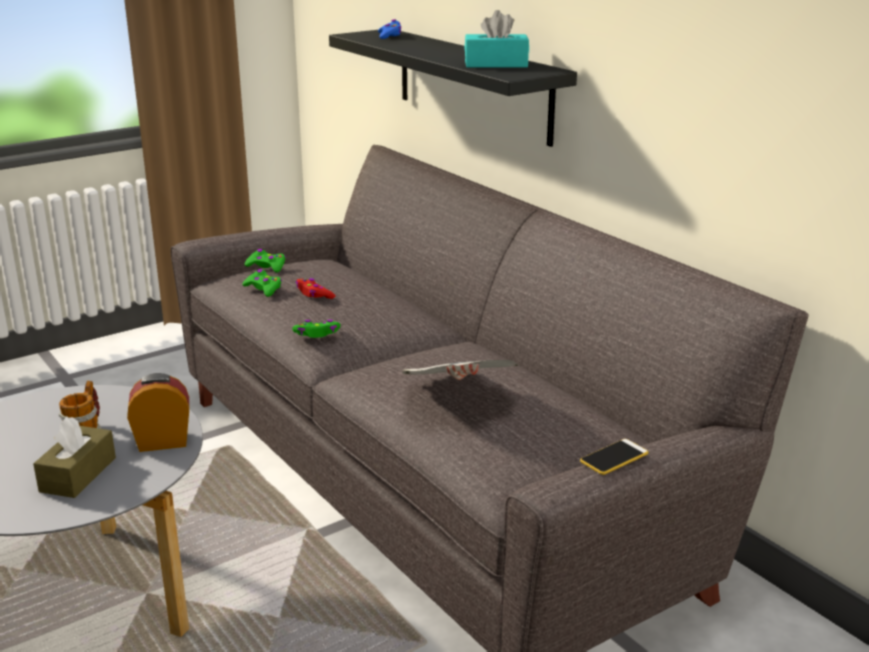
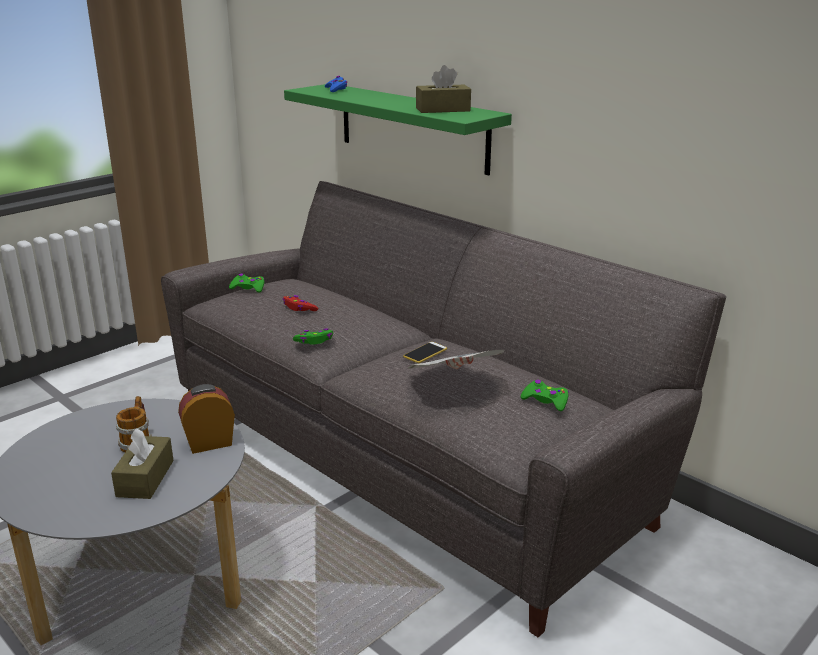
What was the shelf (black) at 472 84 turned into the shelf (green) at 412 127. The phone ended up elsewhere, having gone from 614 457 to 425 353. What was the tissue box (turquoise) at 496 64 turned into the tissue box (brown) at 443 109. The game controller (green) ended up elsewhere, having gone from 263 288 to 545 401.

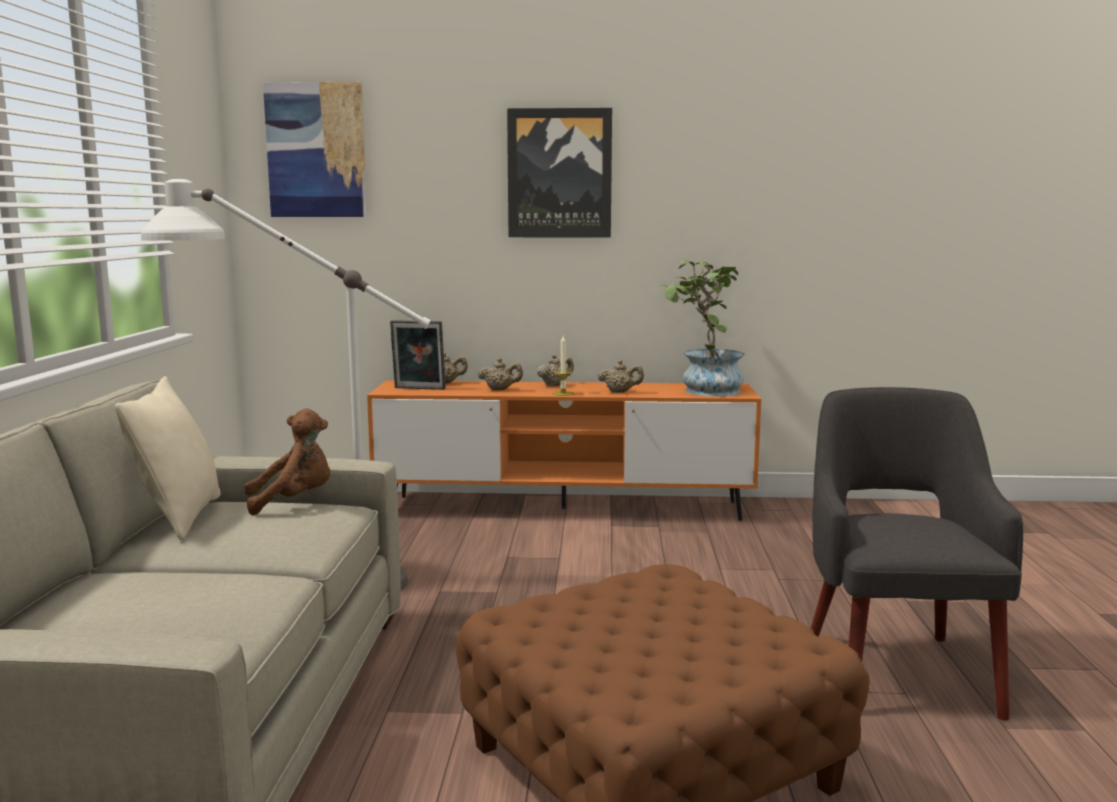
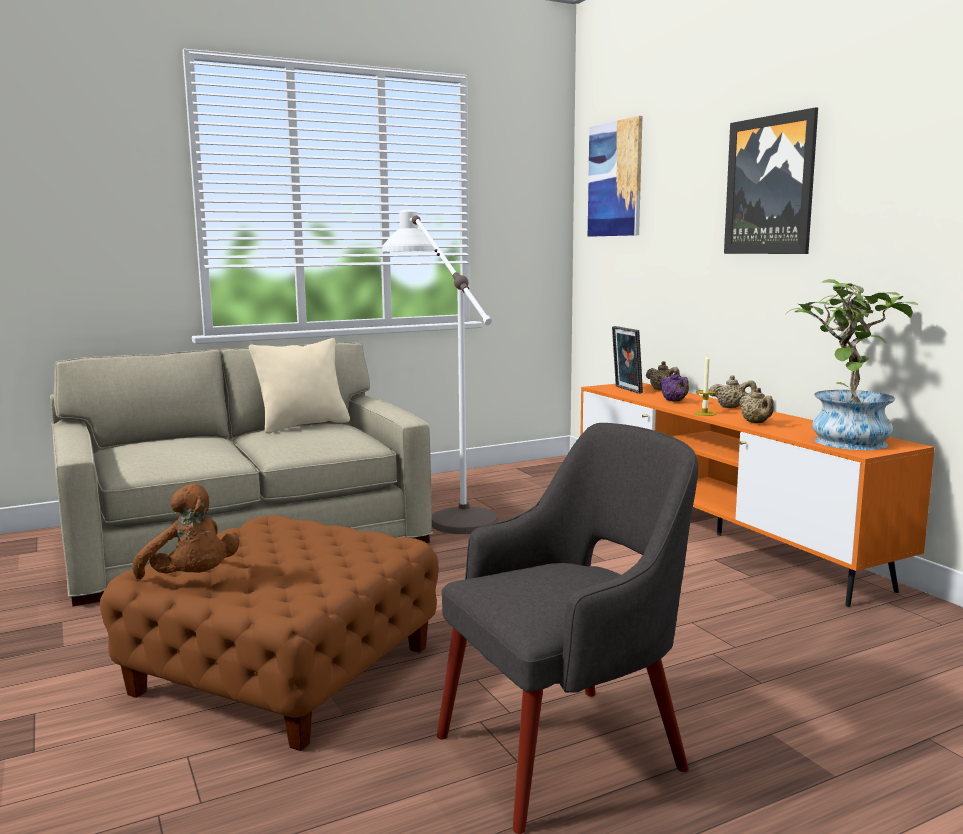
The plush toy (brown) ended up elsewhere, having gone from 294 501 to 192 579. What was the teapot (beige) at 500 390 turned into the teapot (purple) at 674 401.

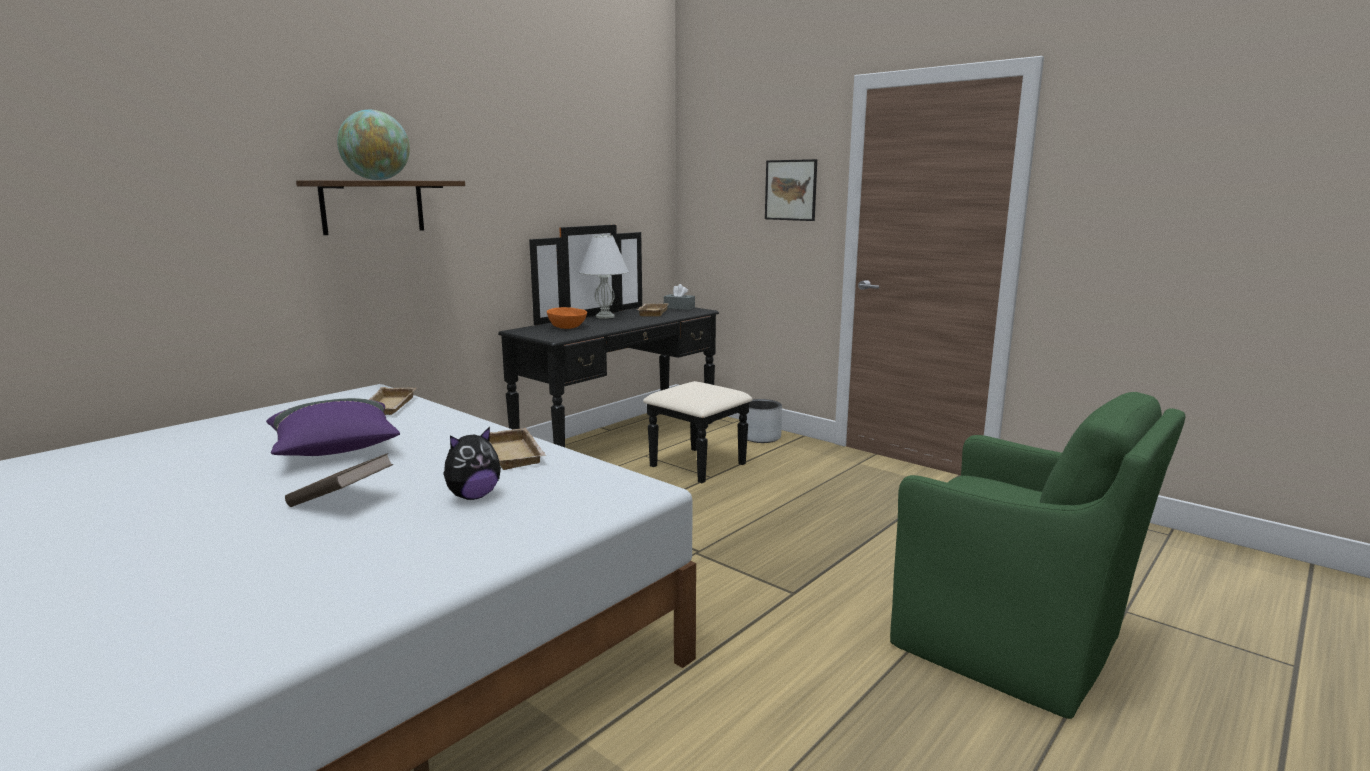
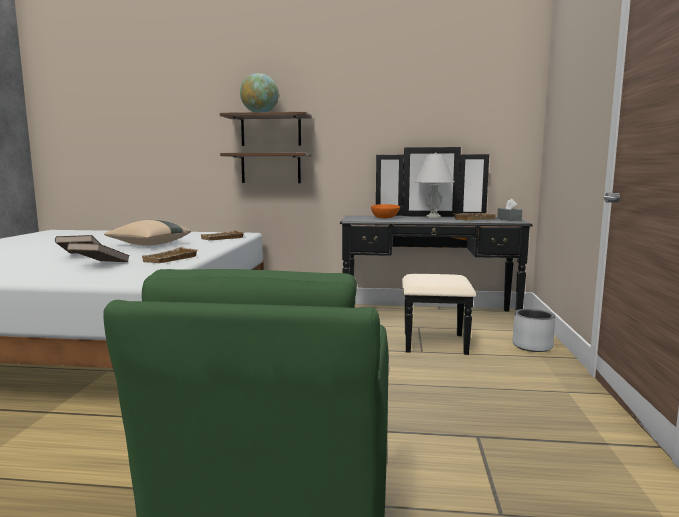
Where the plush toy stood at 473 496, the book (brown) came to stand at 100 265. What was the pillow (purple) at 335 449 turned into the pillow (beige) at 149 245. The second view gained the shelf at 271 168. The second view lost the picture at 790 190.

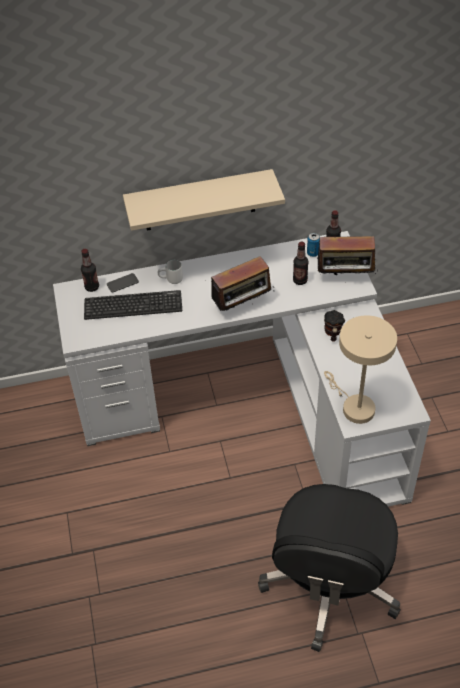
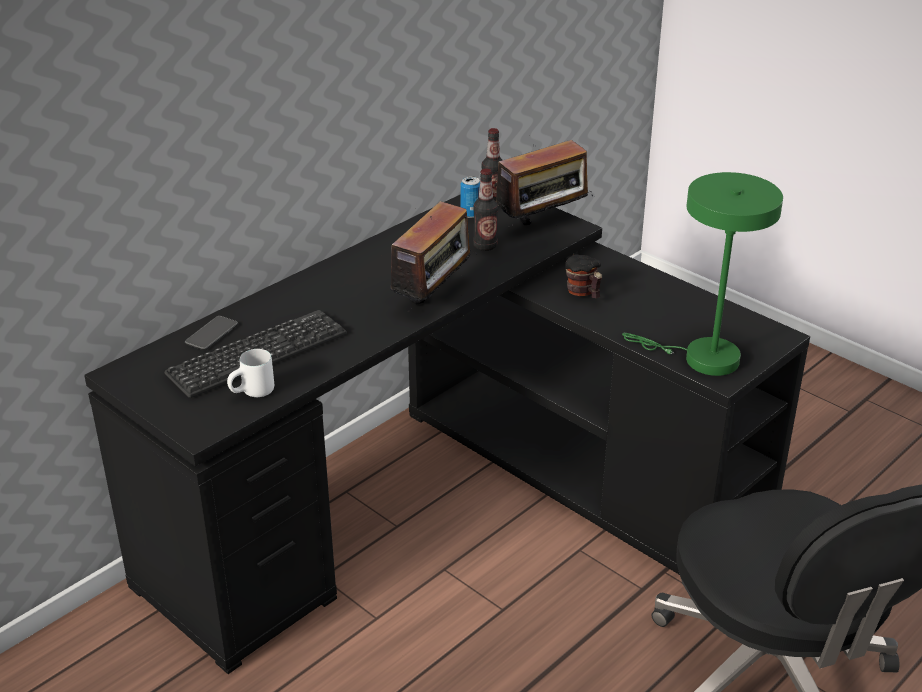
What was the desk (white) at 257 403 turned into the desk (black) at 456 499. The mug (white) ended up elsewhere, having gone from 171 280 to 253 394. What was the table lamp (beige) at 354 406 turned into the table lamp (green) at 702 358. The second view lost the bottle at 92 287. The second view lost the shelf (beige) at 199 201.

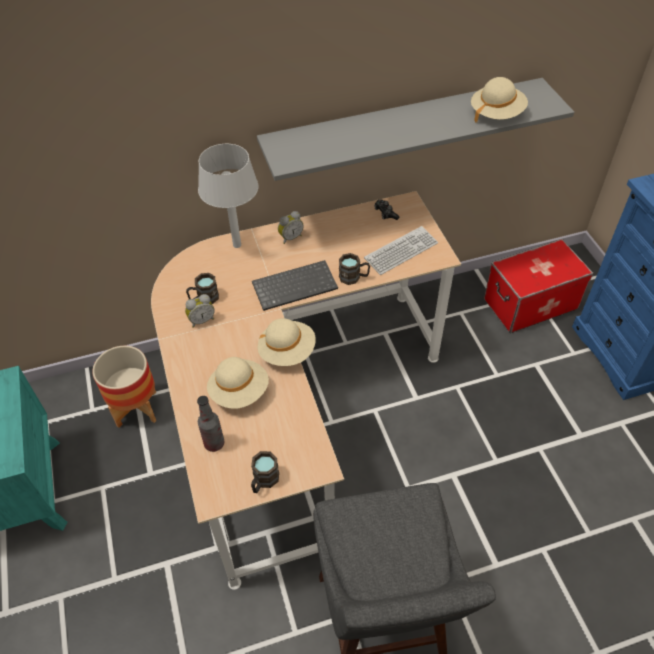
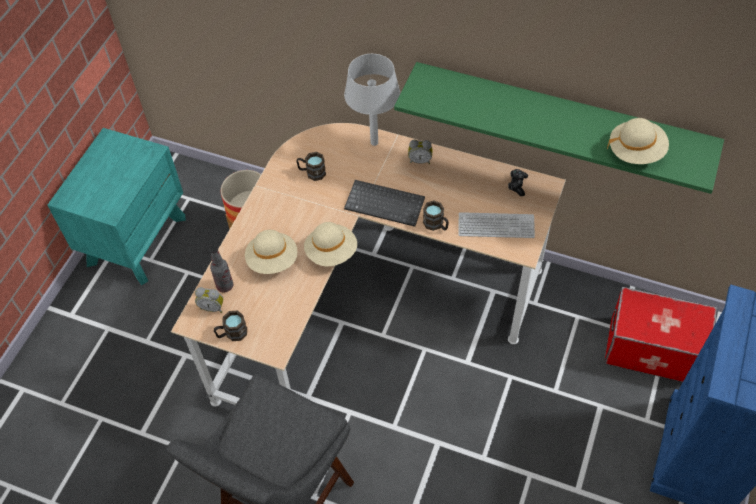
The alarm clock ended up elsewhere, having gone from 201 320 to 212 307. What was the shelf (grey) at 403 127 turned into the shelf (green) at 560 117.

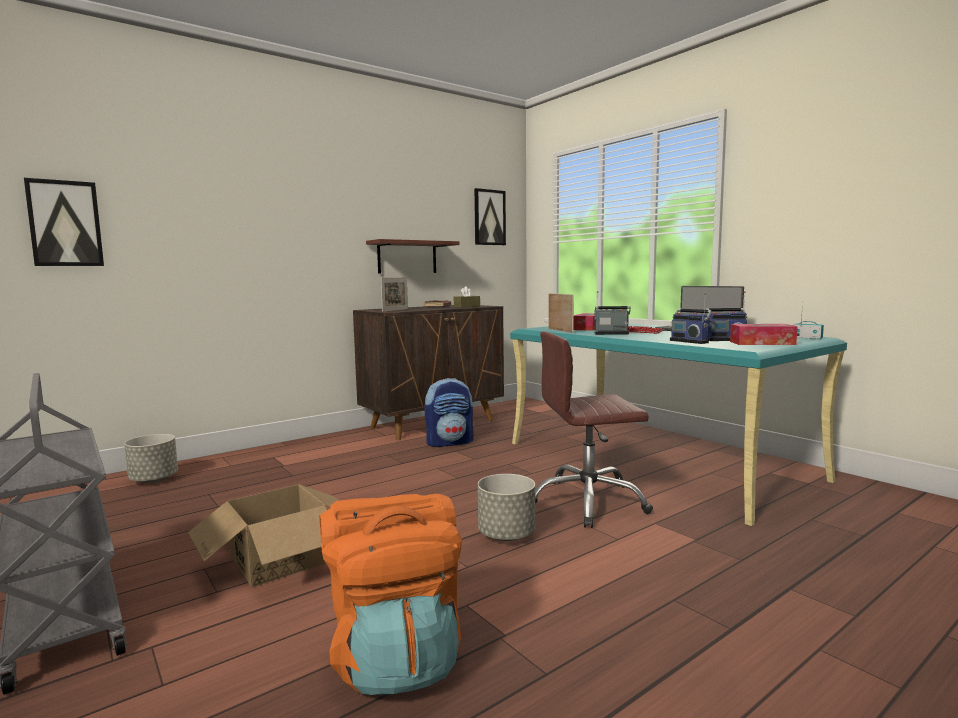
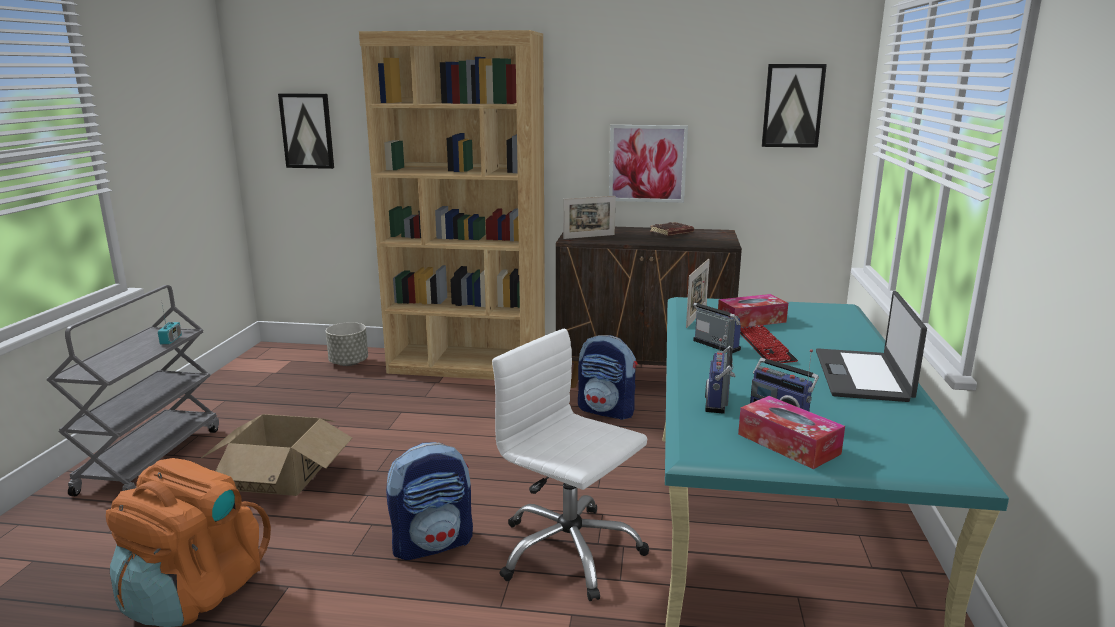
The radio ended up elsewhere, having gone from 807 338 to 171 340. The second view gained the bookcase (brown) at 468 366. Where the planter (grey) stood at 506 535, the backpack came to stand at 433 543. What was the office chair (brown) at 588 502 turned into the office chair (white) at 568 551. Where the shelf hung at 407 257, the picture came to hang at 647 163. The second view lost the tissue box (brown) at 467 306.

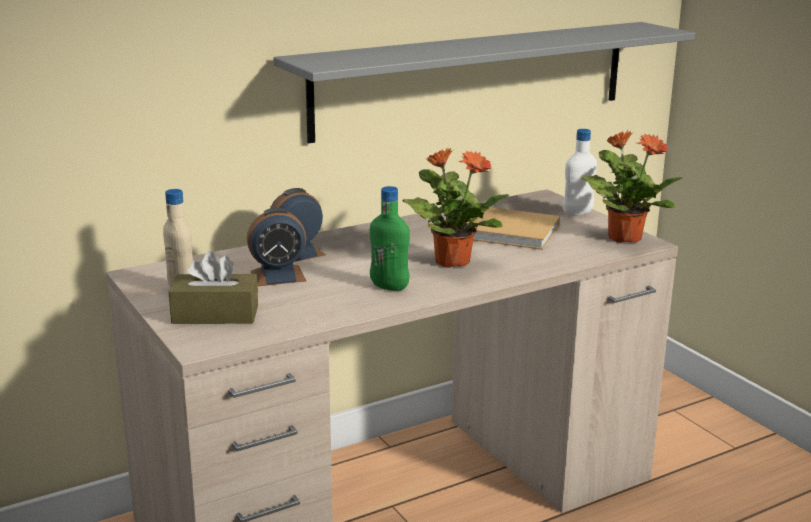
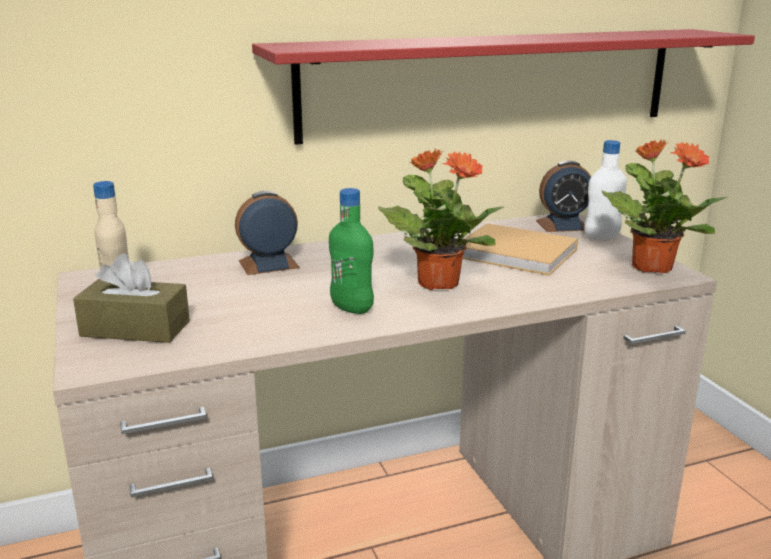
What was the shelf (grey) at 474 78 turned into the shelf (red) at 492 83. The alarm clock ended up elsewhere, having gone from 278 276 to 563 225.

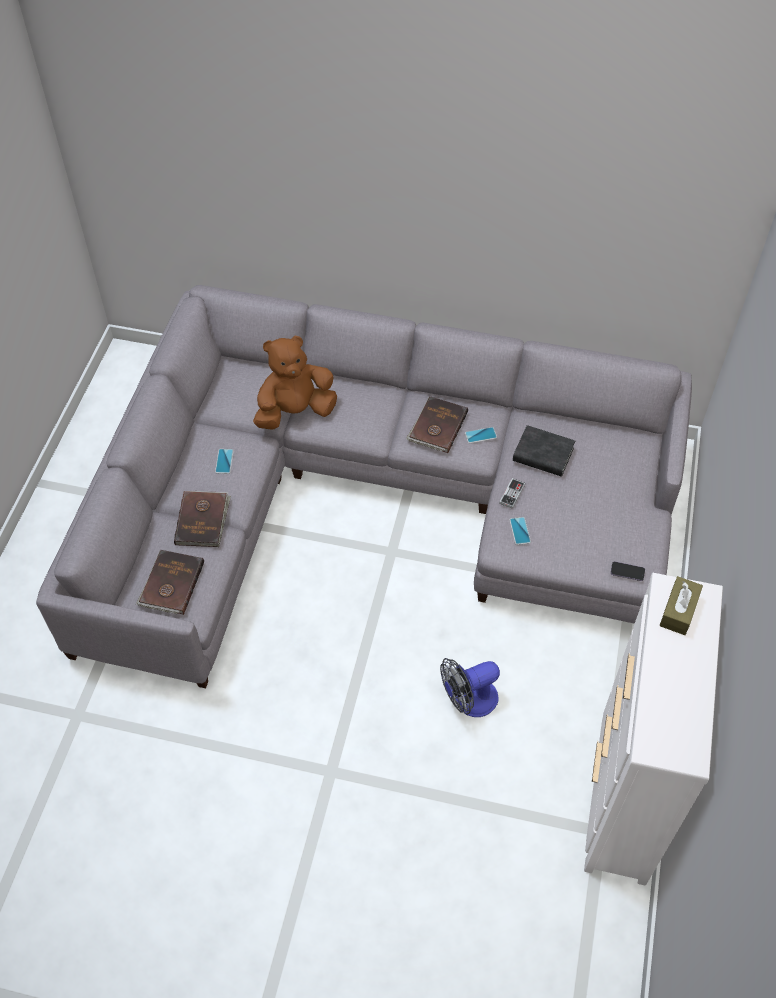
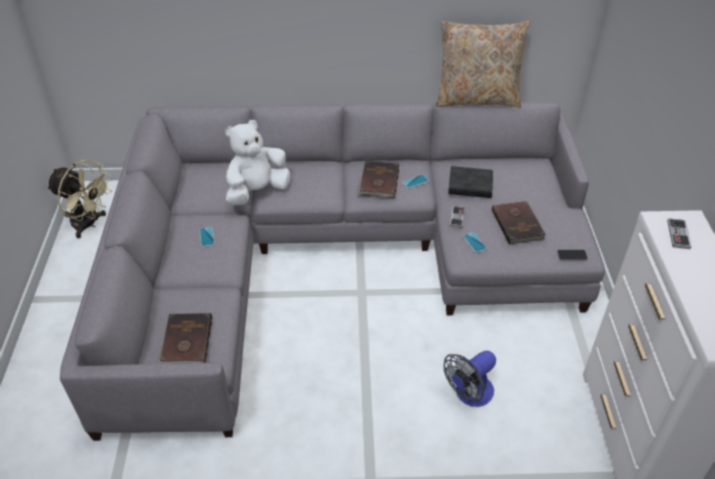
The second view gained the fan (beige) at 89 224. What was the plush toy (brown) at 295 412 turned into the plush toy (white) at 257 191. The second view gained the pillow (beige) at 477 99. The book (brown) ended up elsewhere, having gone from 203 520 to 518 223. Where the tissue box (brown) stood at 678 611, the game controller came to stand at 678 234.

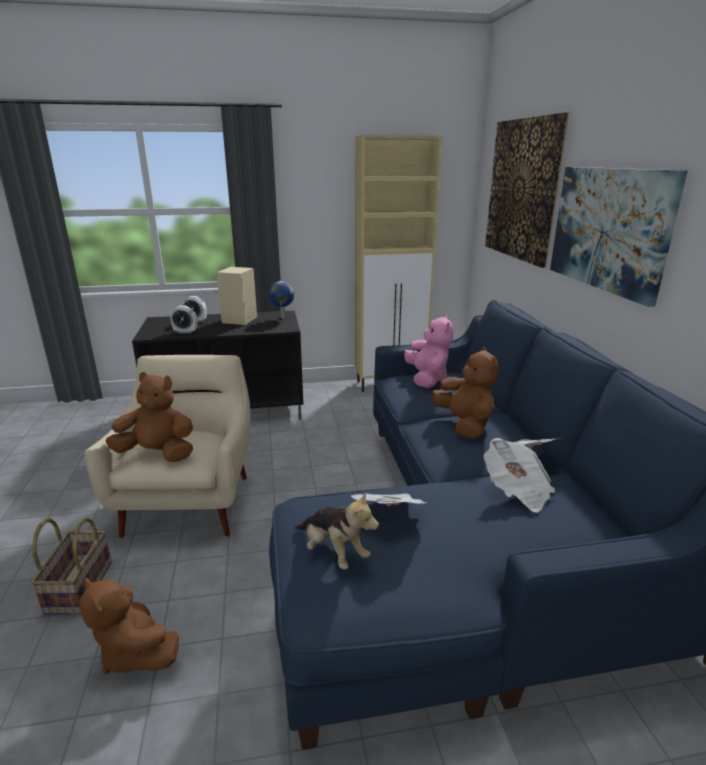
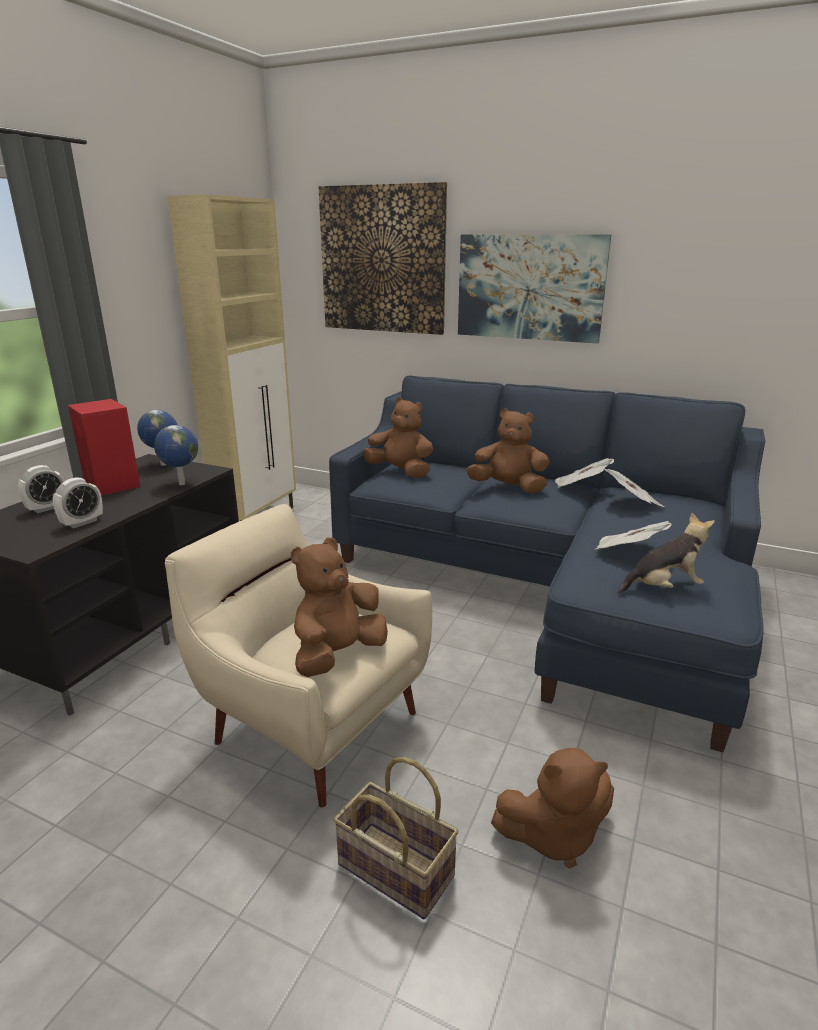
What was the speaker (beige) at 239 320 turned into the speaker (red) at 112 485. The second view gained the globe at 181 484. What was the plush toy (pink) at 427 379 turned into the plush toy (brown) at 400 472.

